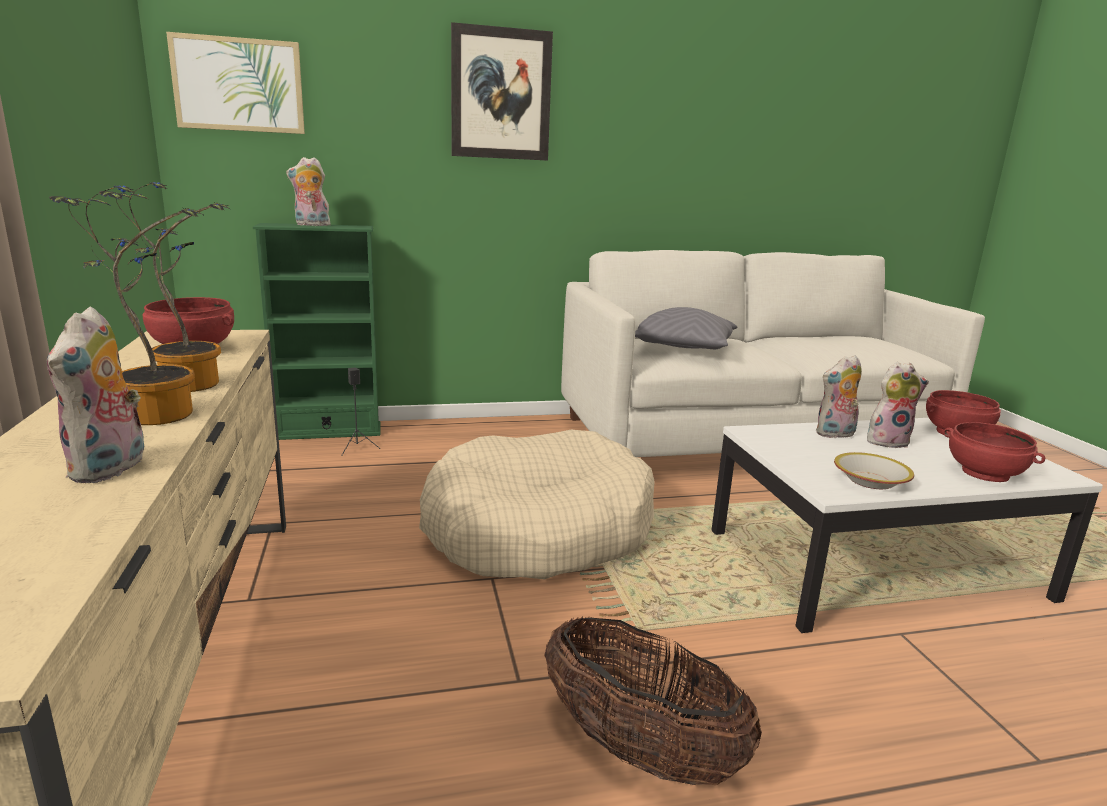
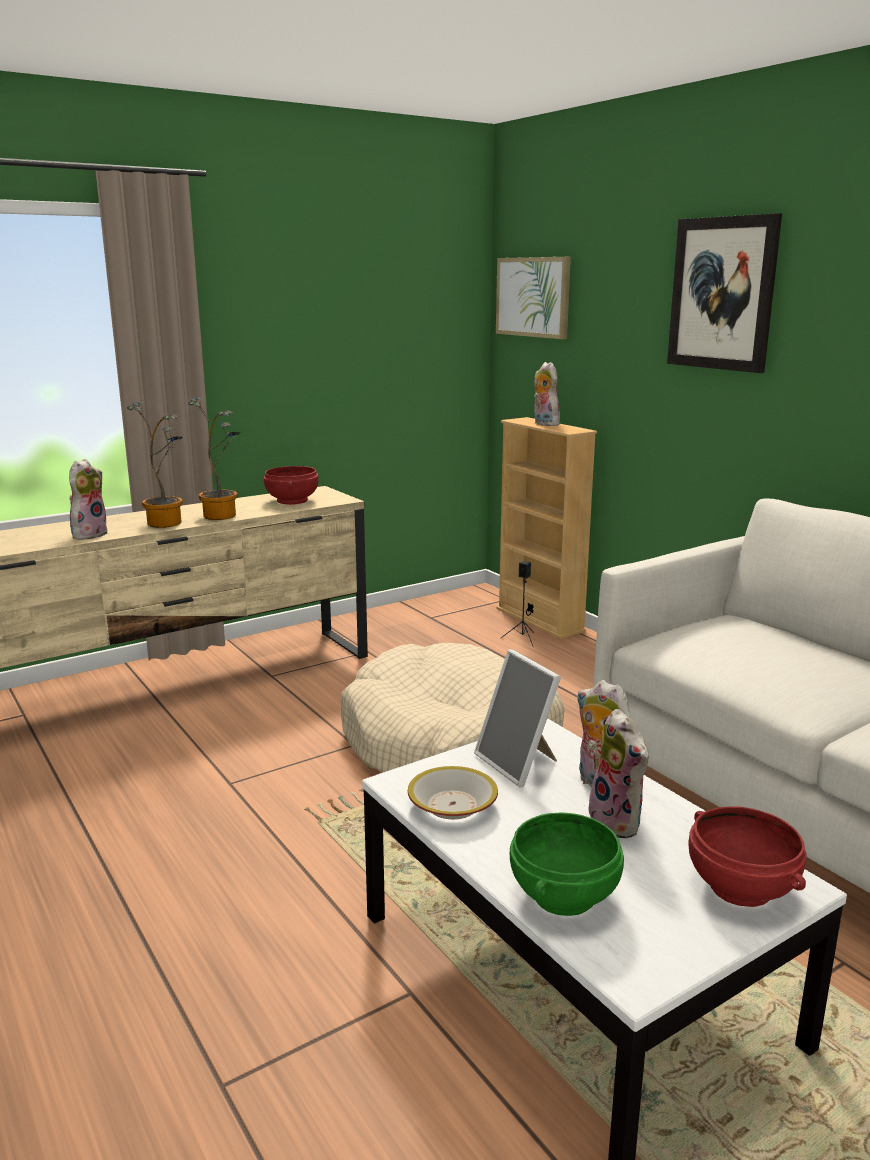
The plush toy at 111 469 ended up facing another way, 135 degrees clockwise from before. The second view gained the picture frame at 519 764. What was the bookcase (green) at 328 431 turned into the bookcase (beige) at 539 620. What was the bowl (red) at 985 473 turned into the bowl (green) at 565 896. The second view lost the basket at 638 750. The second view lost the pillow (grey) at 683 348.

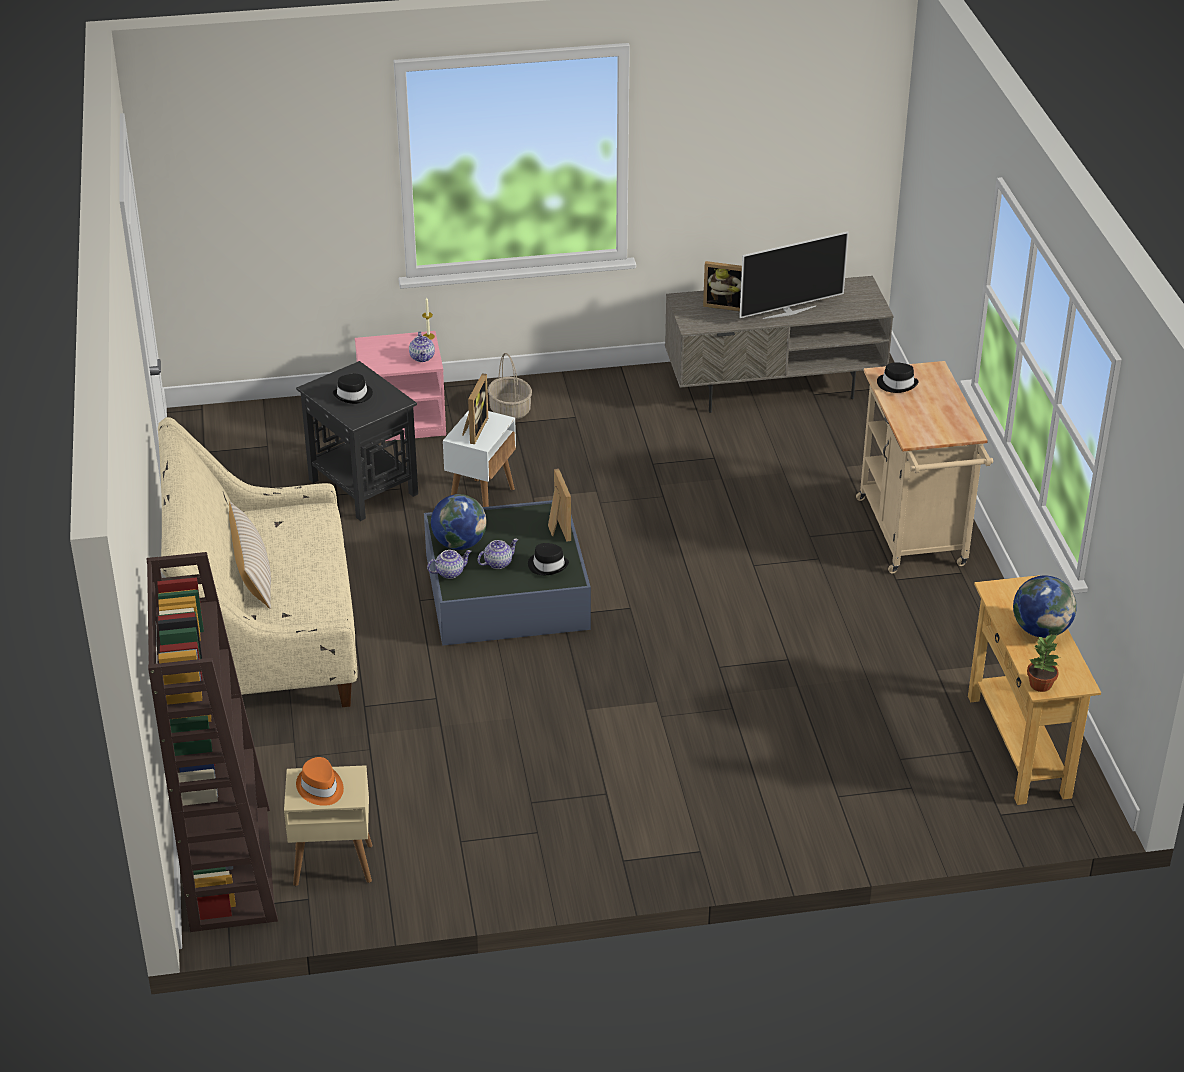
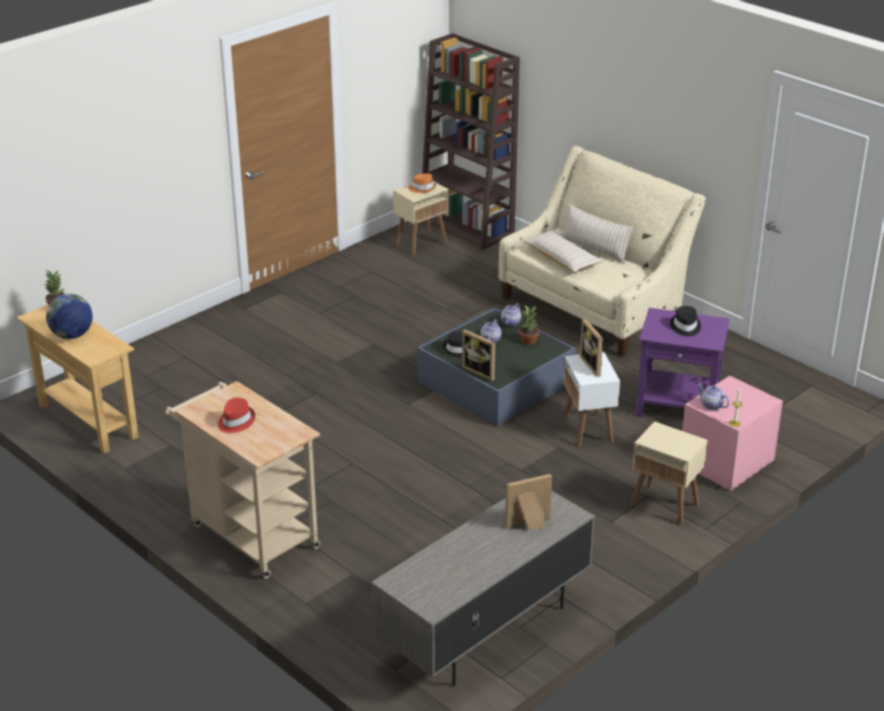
The second view gained the hat (red) at 235 421. Where the globe stood at 459 544, the potted plant came to stand at 529 341. The second view gained the pillow (beige) at 562 259. Where the basket stood at 509 410, the side table (beige) came to stand at 665 505. What was the side table (black) at 362 486 turned into the side table (purple) at 678 406. The second view lost the television at 789 312. The second view lost the hat (black) at 897 384.

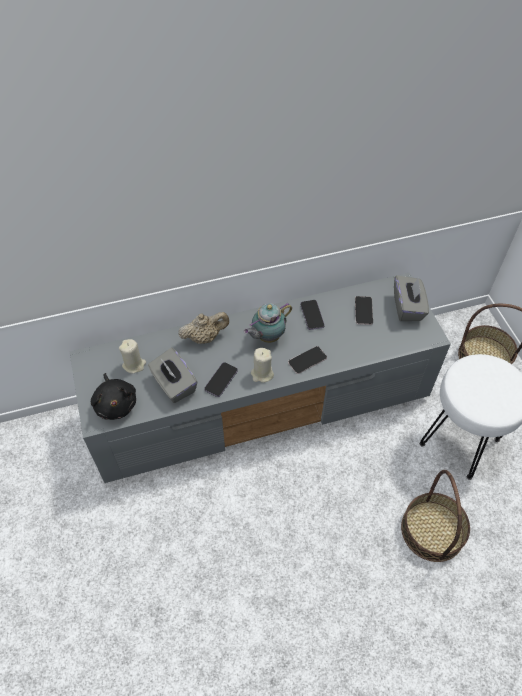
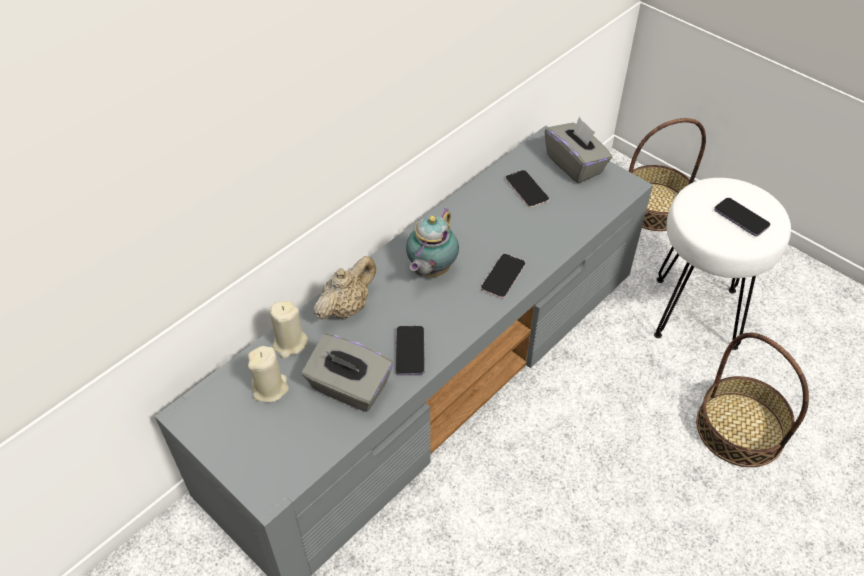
The candle (beige) ended up elsewhere, having gone from 262 374 to 290 343. The phone ended up elsewhere, having gone from 312 315 to 741 218. The second view lost the plush toy (black) at 116 404.

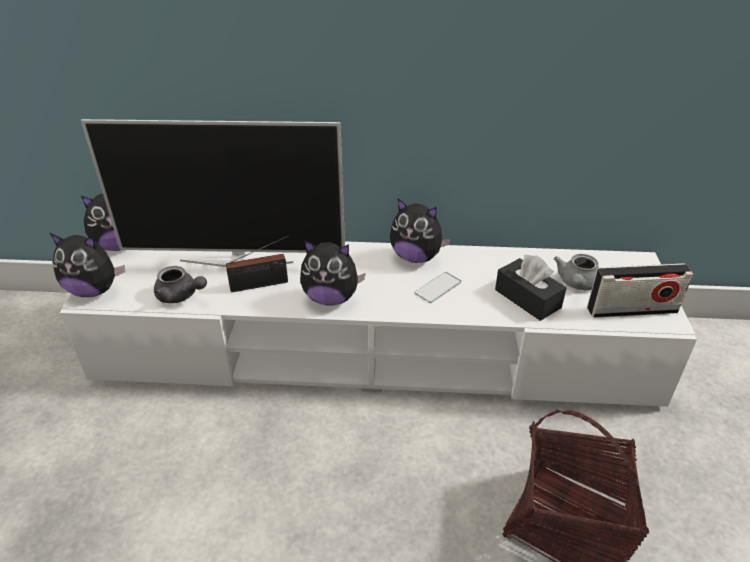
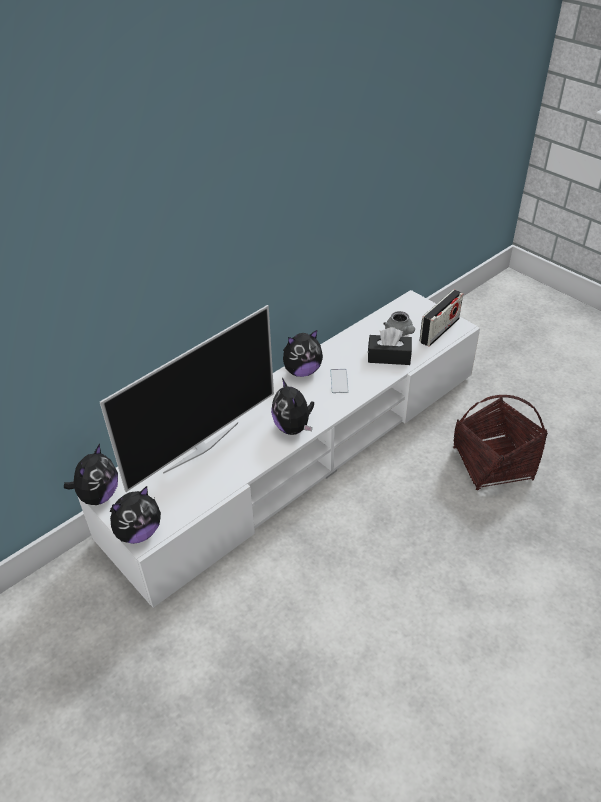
The plush toy at 331 298 ended up facing another way, 105 degrees clockwise from before. The second view lost the teapot (grey) at 180 296. The second view lost the radio at 262 284.

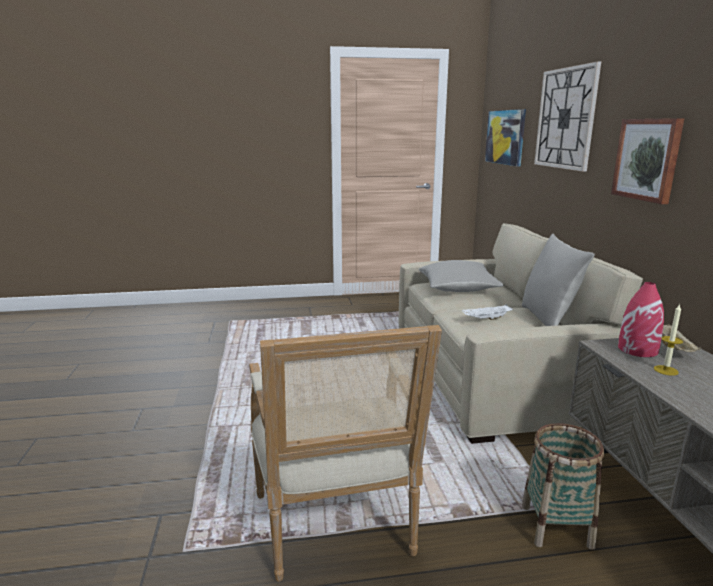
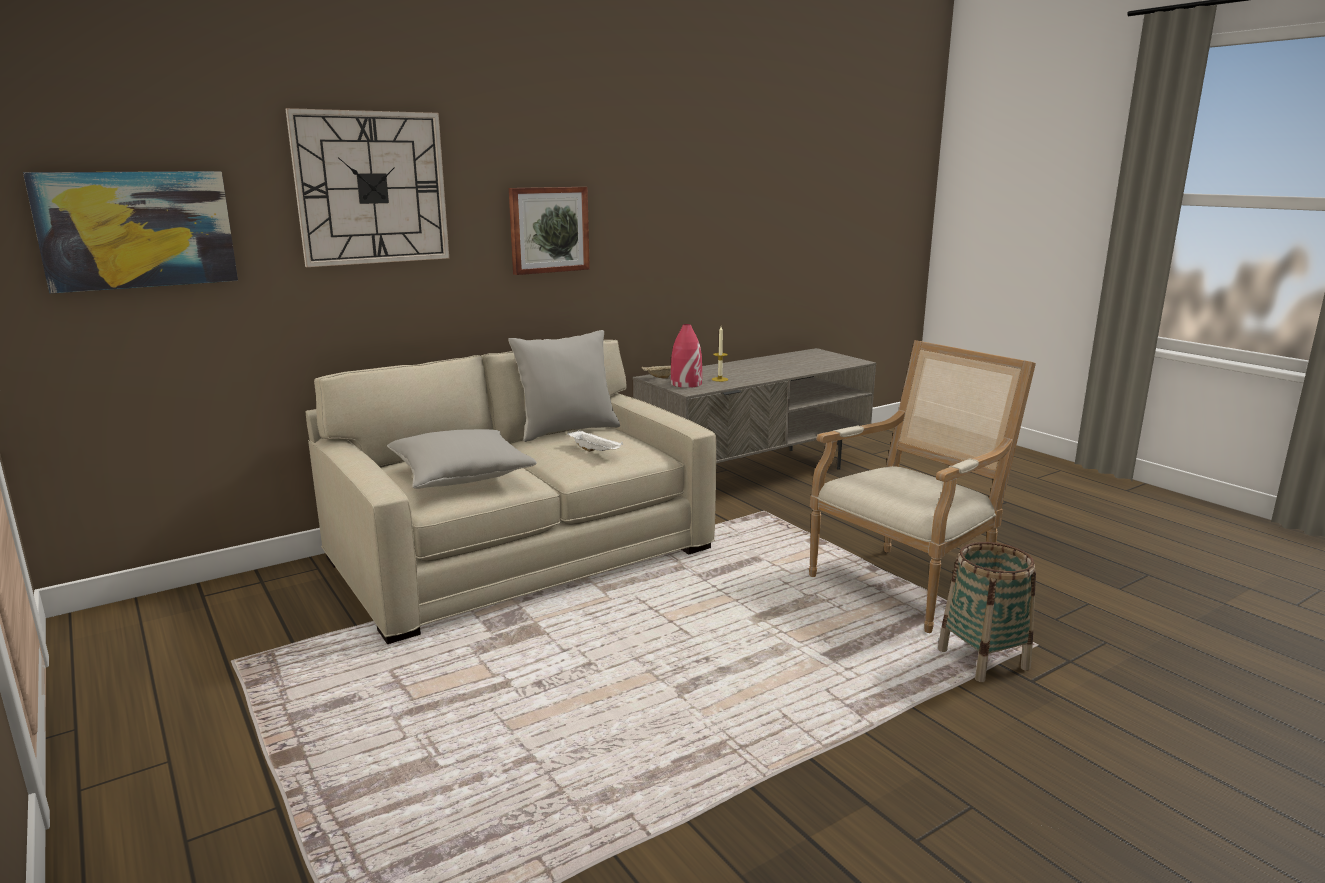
The basket ended up elsewhere, having gone from 556 526 to 983 659.

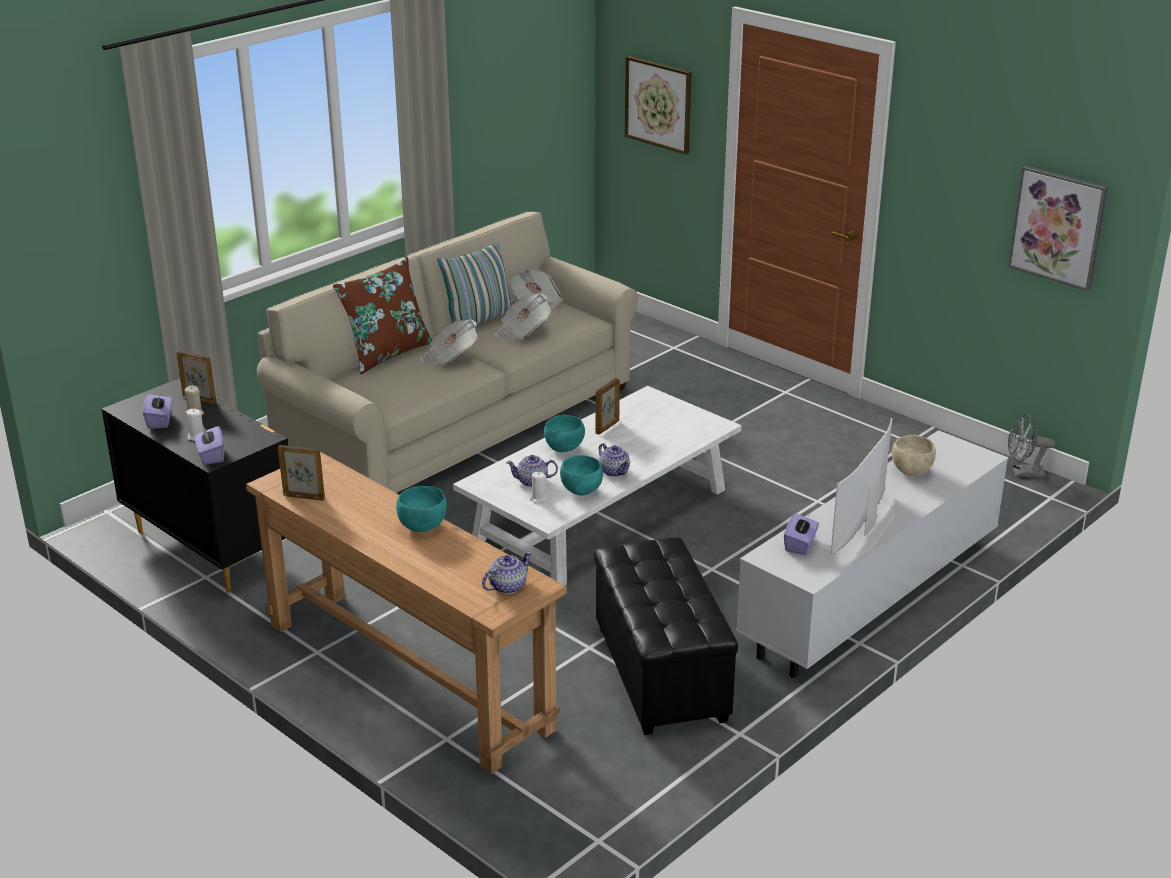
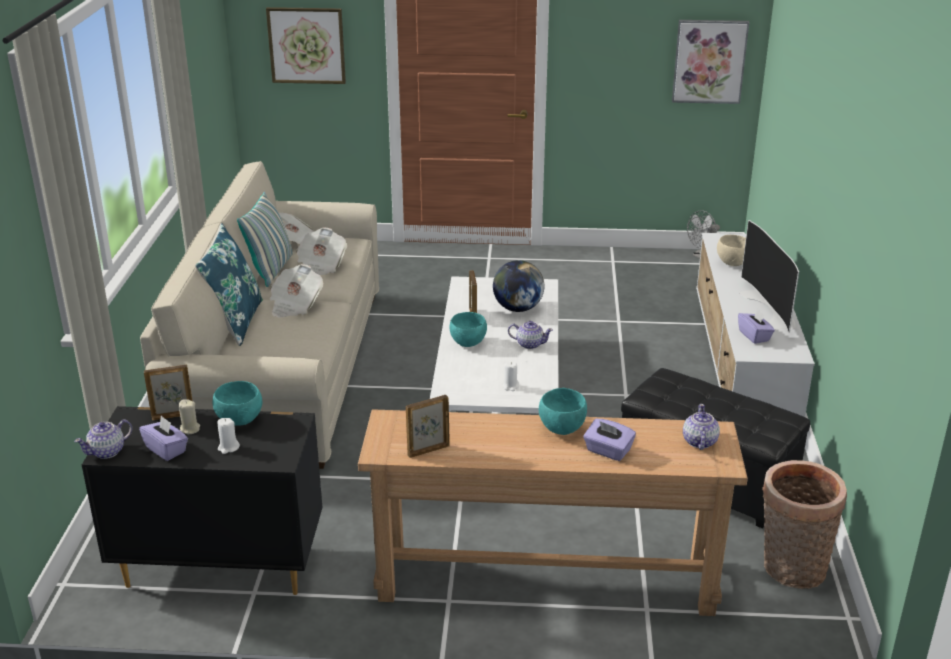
The teapot ended up elsewhere, having gone from 532 481 to 107 451. What was the pillow (brown) at 387 354 turned into the pillow (blue) at 235 322. The bowl (turquoise) ended up elsewhere, having gone from 581 490 to 239 420. The second view gained the globe at 517 308. The tissue box (purple) ended up elsewhere, having gone from 211 456 to 608 451. The second view gained the basket at 790 570.

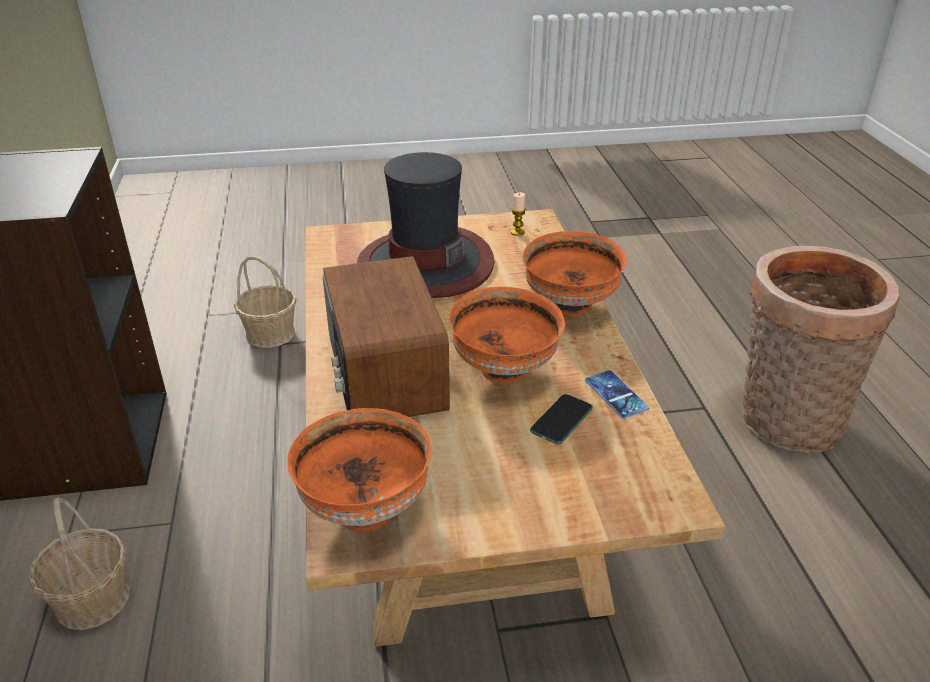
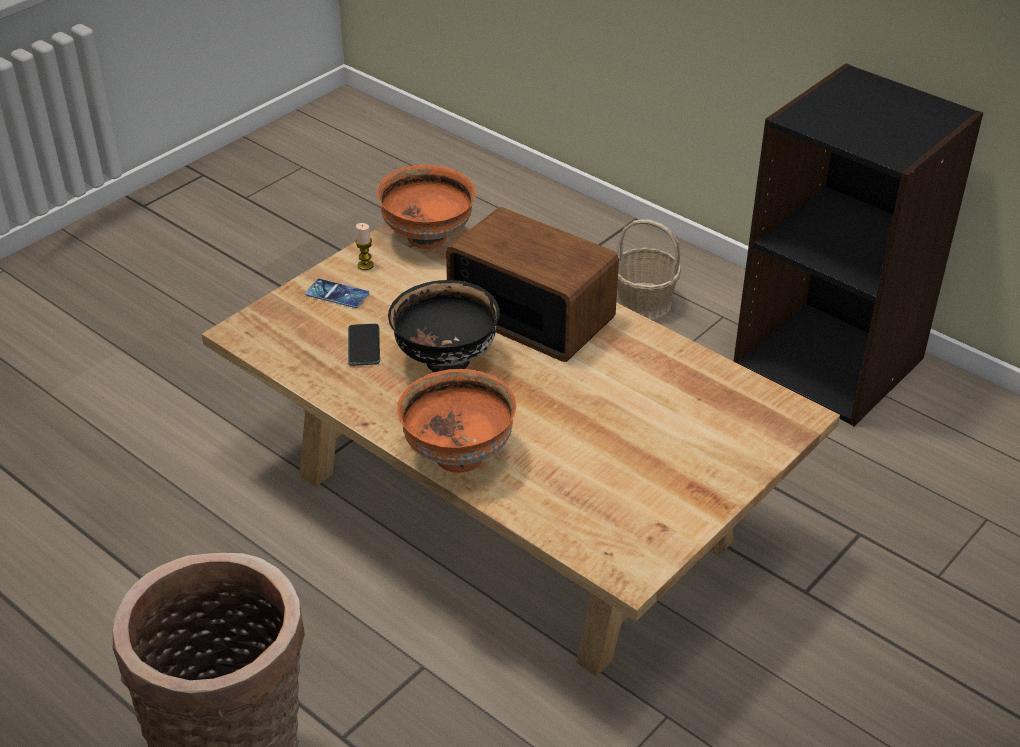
The phone ended up elsewhere, having gone from 616 394 to 337 294. The candle ended up elsewhere, having gone from 517 232 to 365 265. What was the bowl (orange) at 505 371 turned into the bowl (black) at 445 362. The second view lost the basket at 270 333. The second view lost the hat at 425 264.

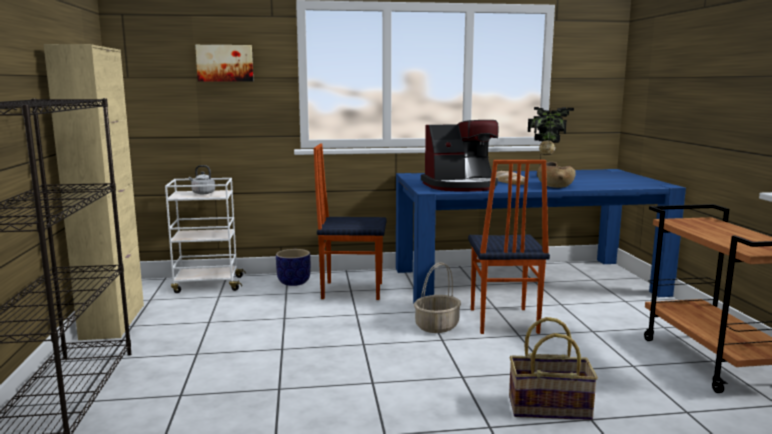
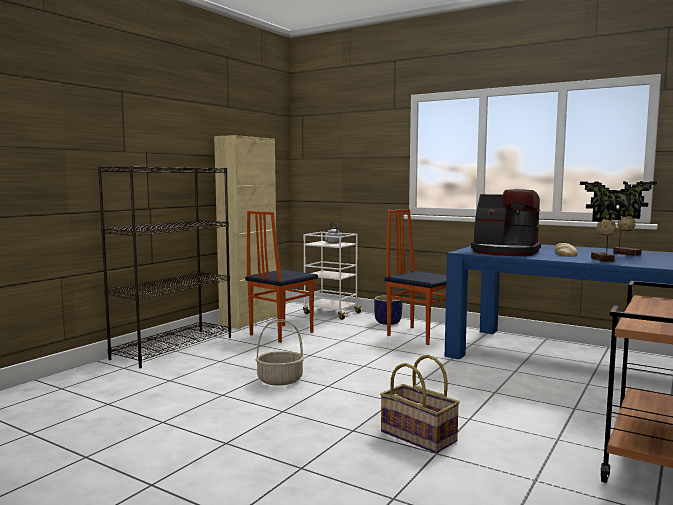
The chair ended up elsewhere, having gone from 502 321 to 280 333. The basket ended up elsewhere, having gone from 437 326 to 280 380. Where the bowl (brown) stood at 555 185, the potted plant came to stand at 601 260. The second view lost the picture at 225 63.

